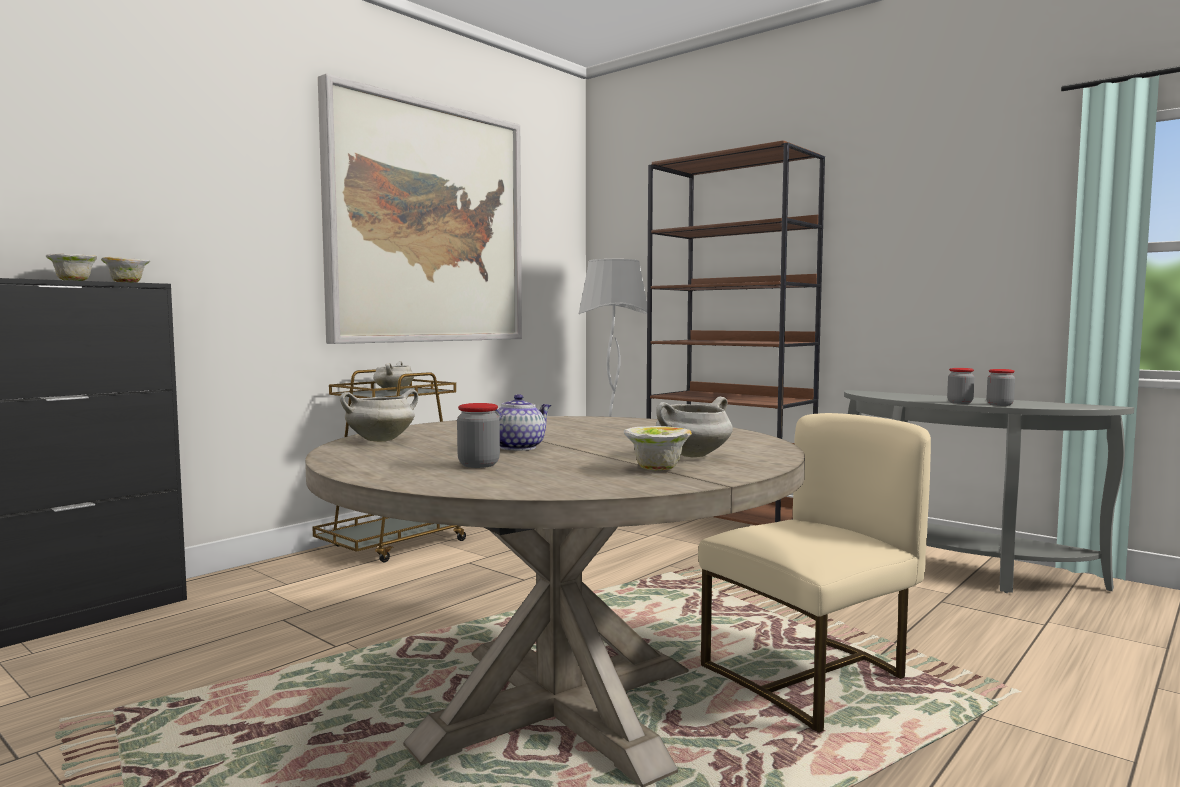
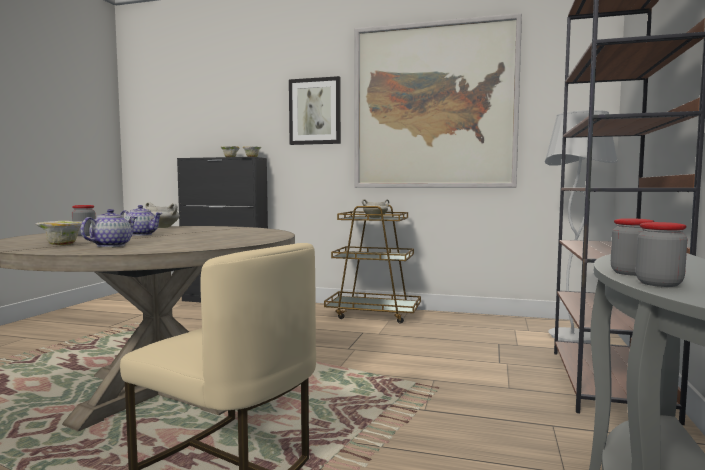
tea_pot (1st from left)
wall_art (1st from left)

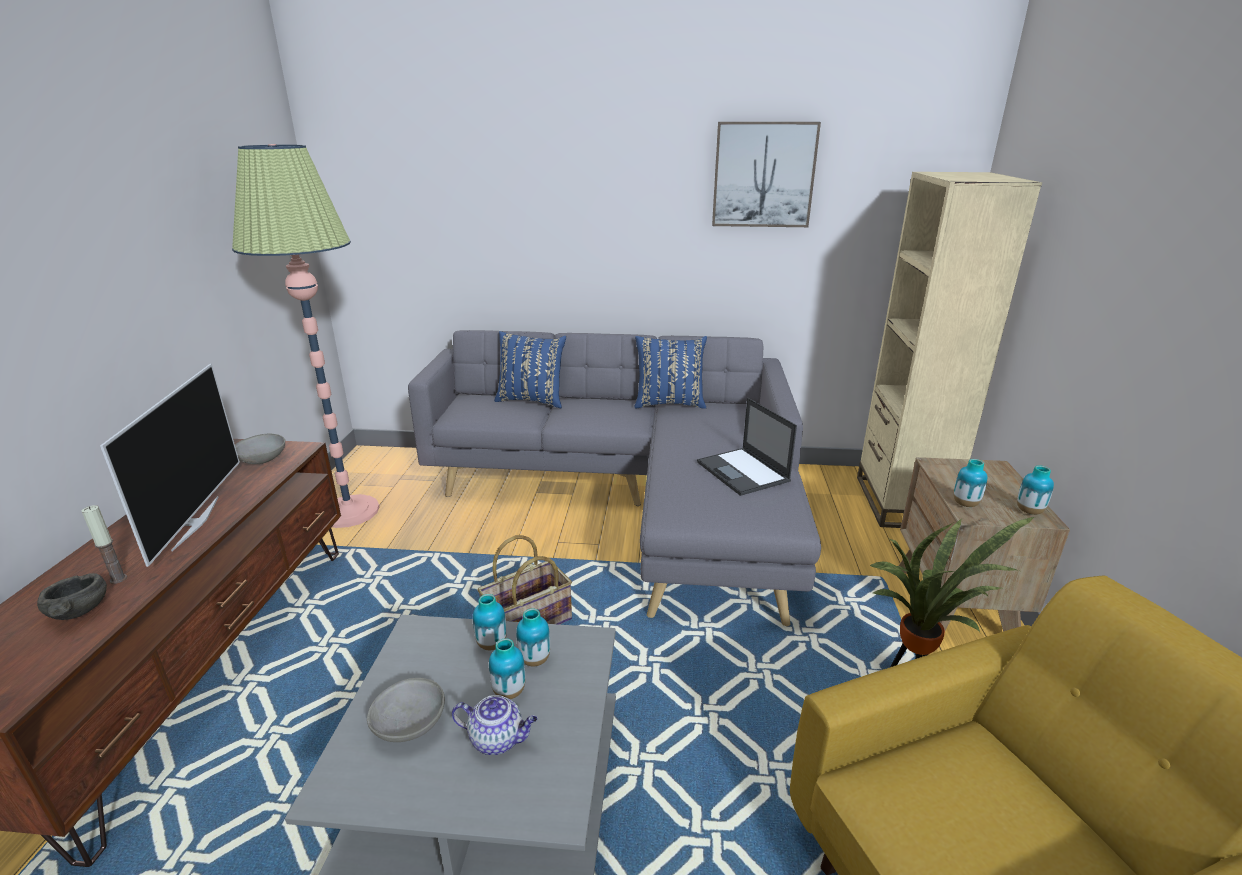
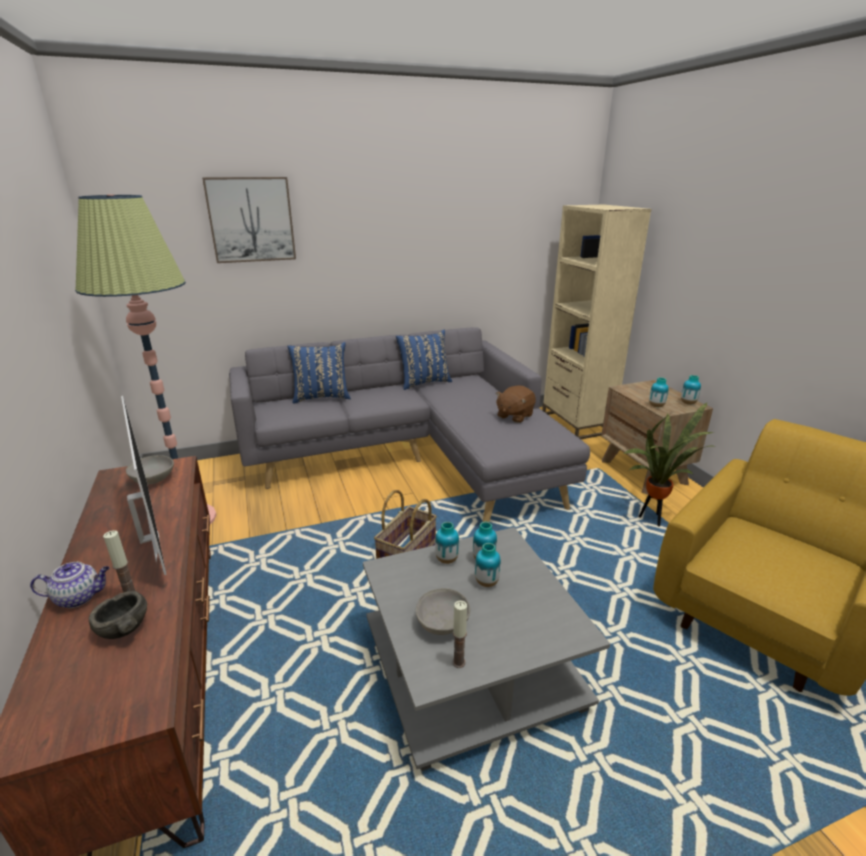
tea_pot
brown_plush_toy
wall_art
wax_light (2nd from left)

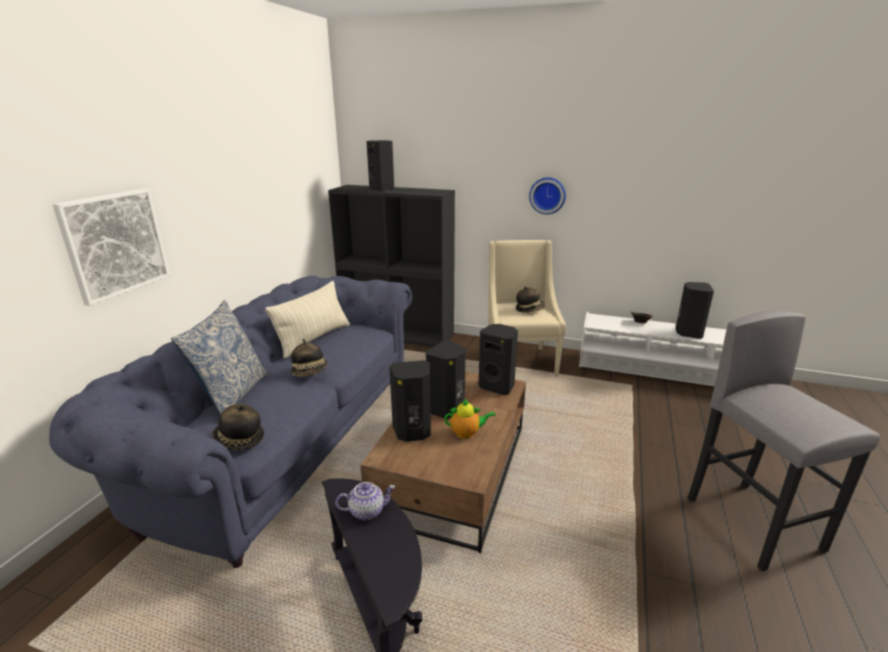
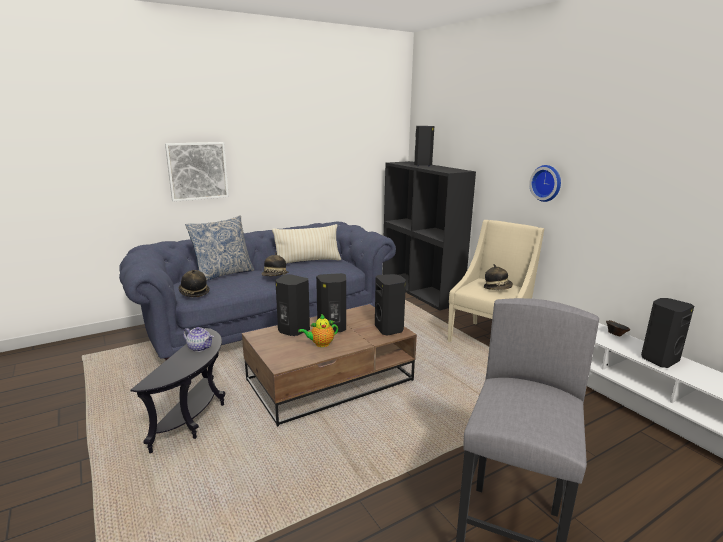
tea_pot (2nd from left)

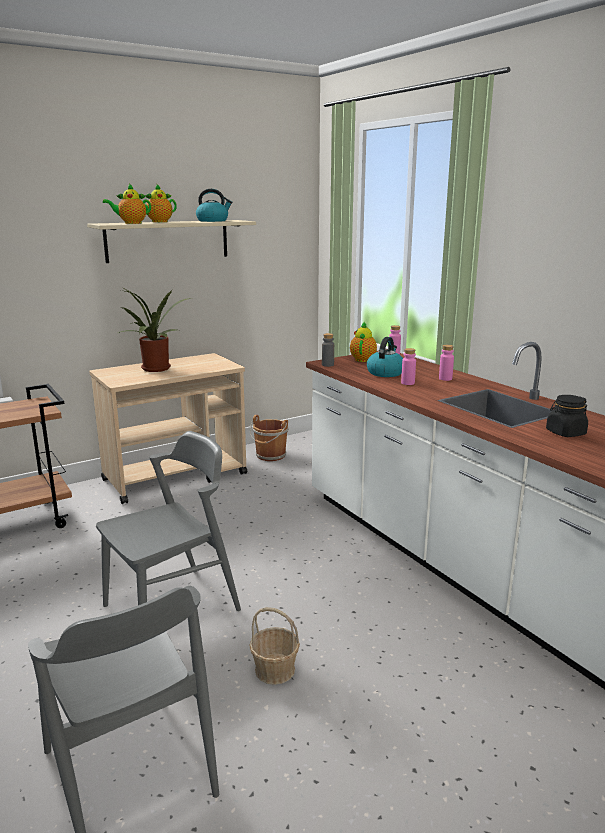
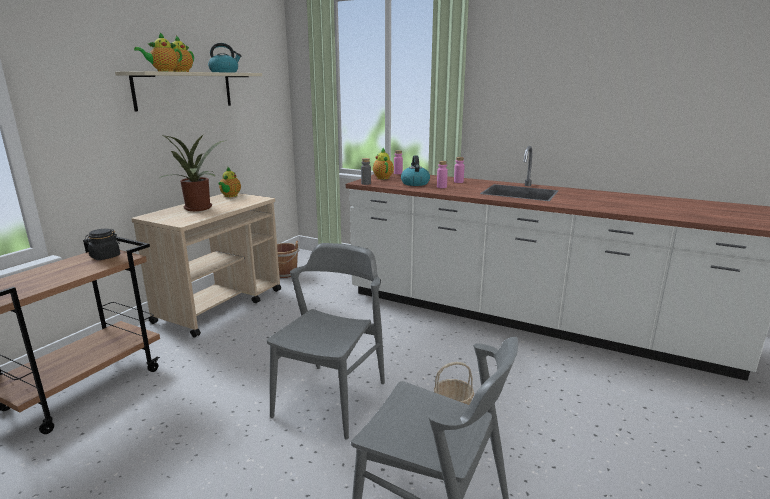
blackish_storage_jar
tea_pot (3rd from left)

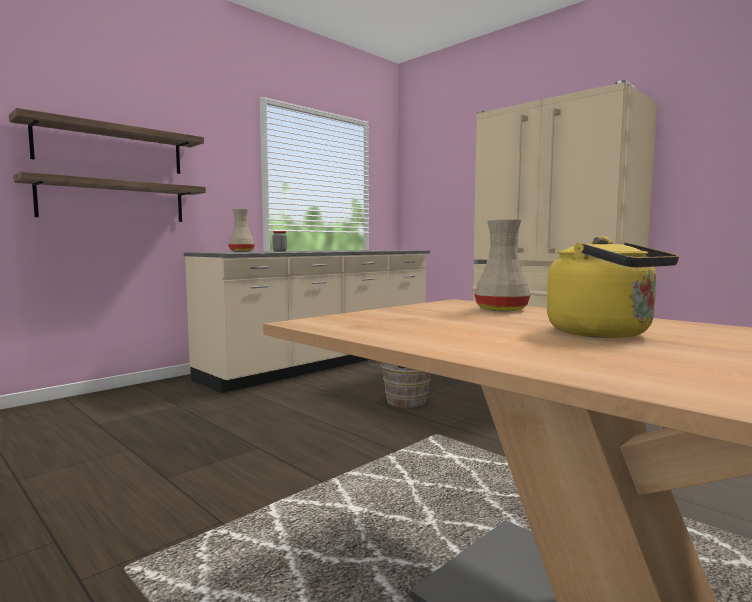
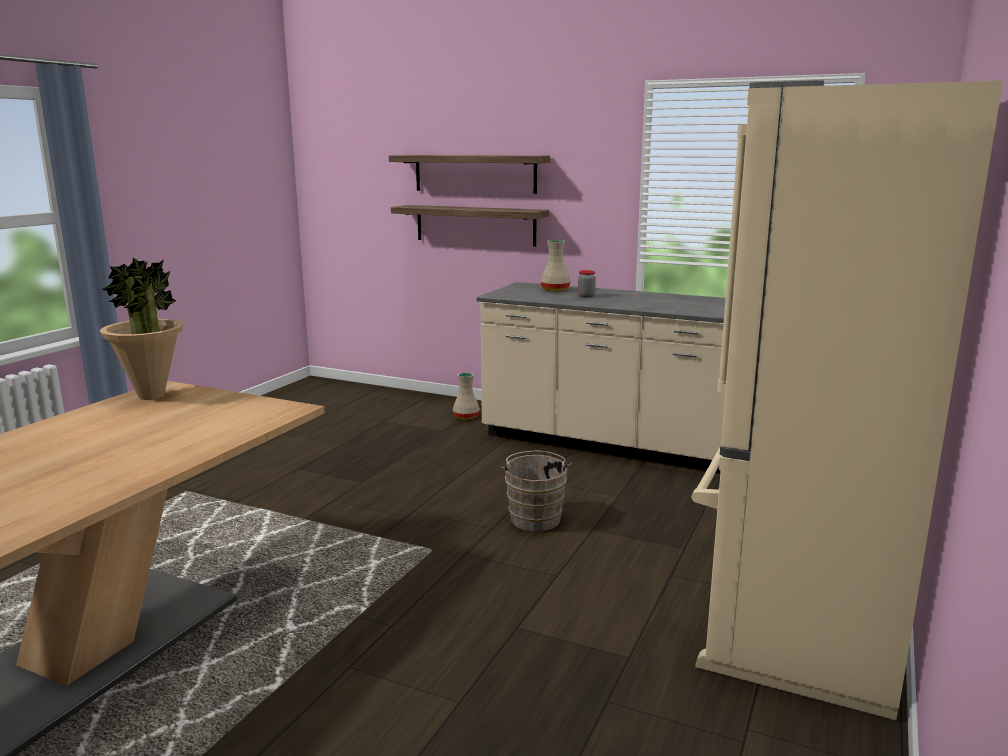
sand-coloured_decorative_vase (1st from left)
yellow_water_kettle
potted_plant

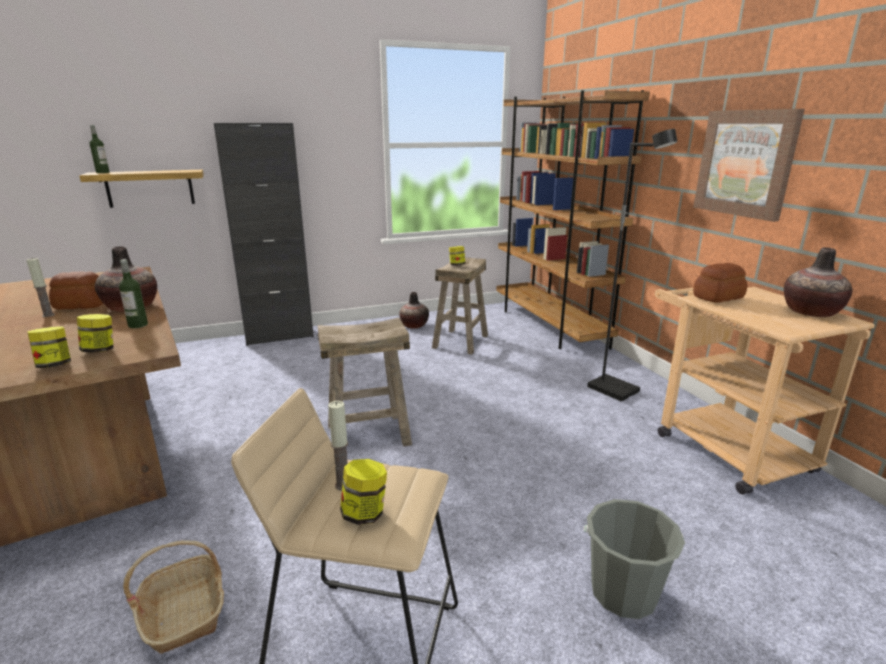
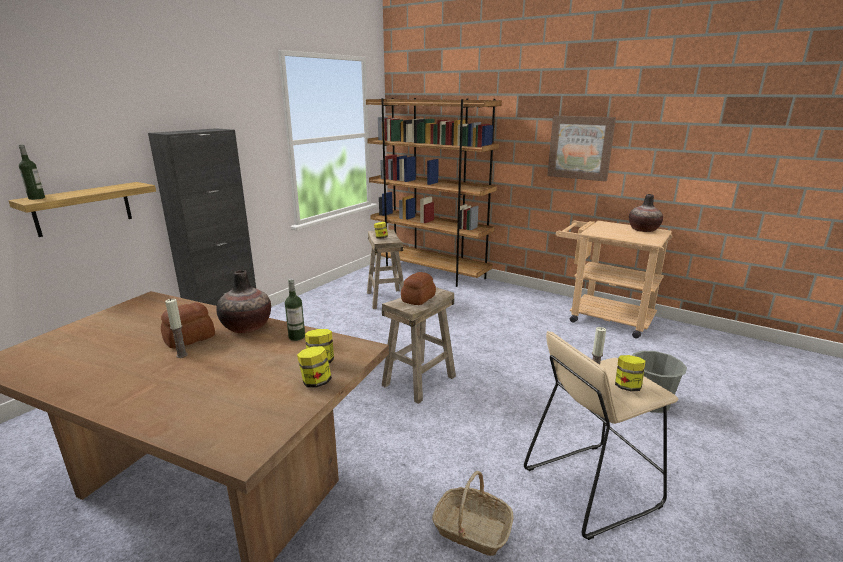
decorative_vase (2nd from left in the first image)
blackish_standard_lamp
baked_bread (2nd from left)

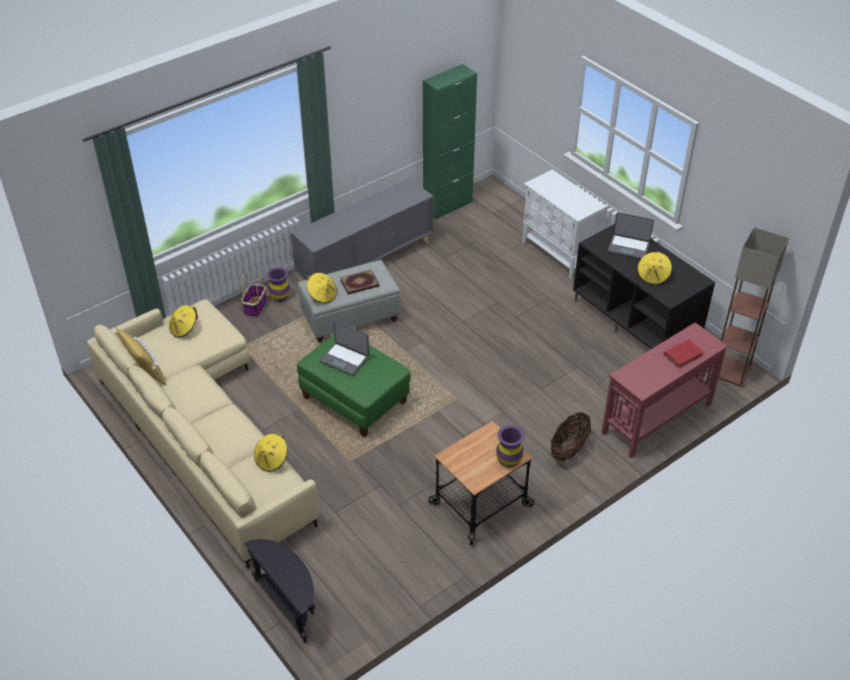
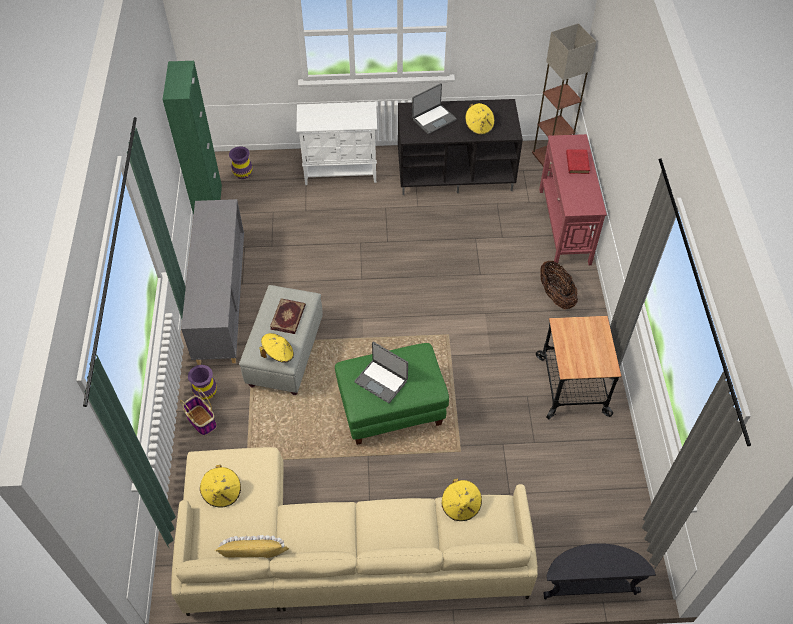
portable_computer (1st from left)
purple-coloured_decorative_vase (2nd from left)

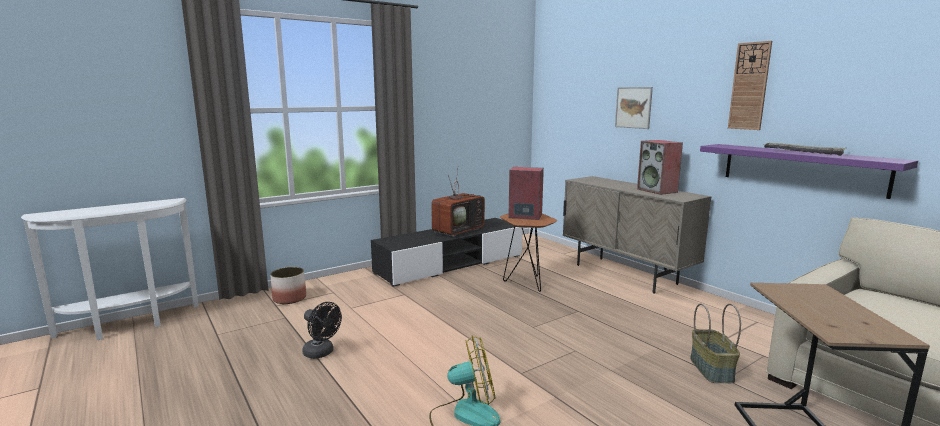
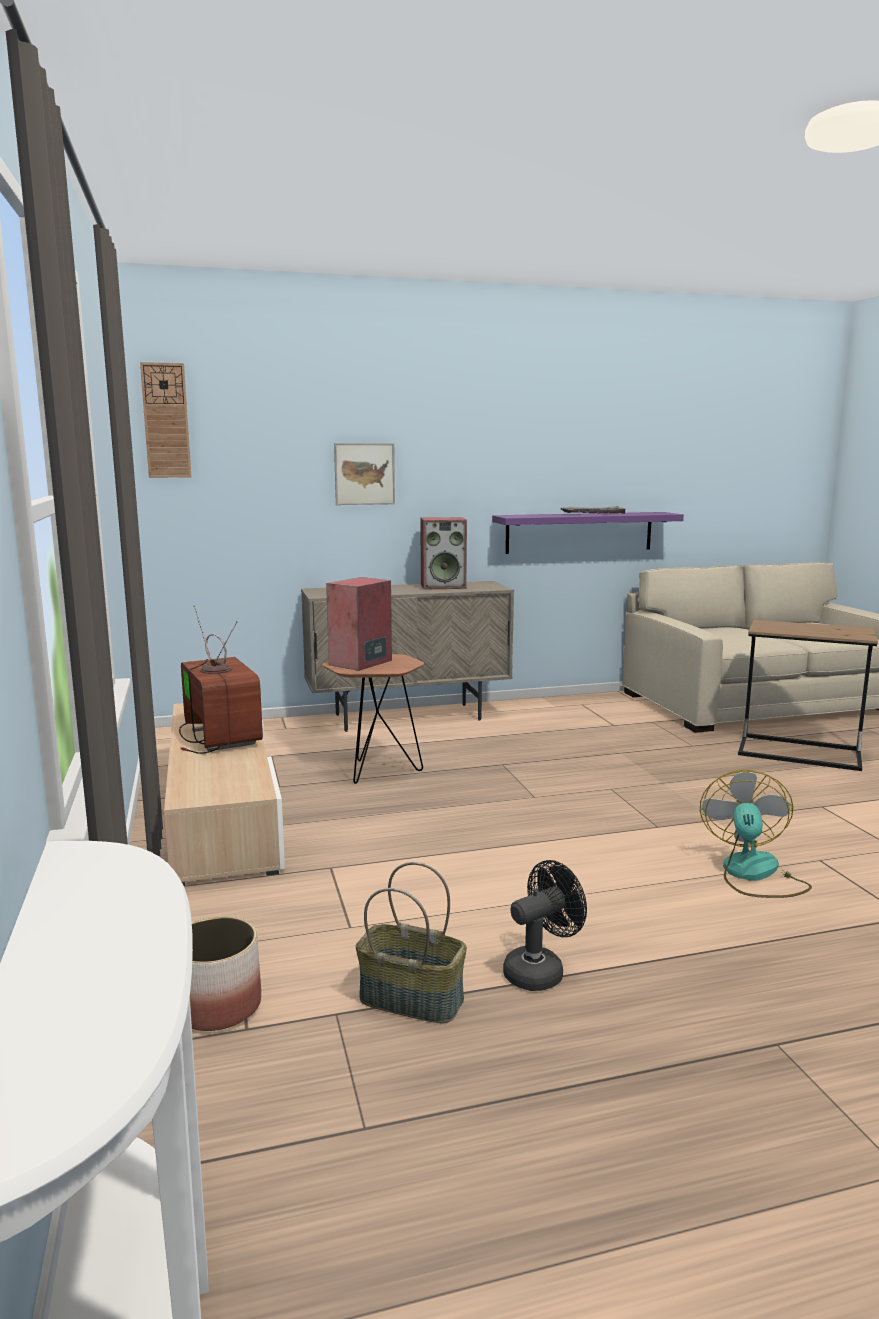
sand-coloured_tv_unit
storage_basket
hanging_clock

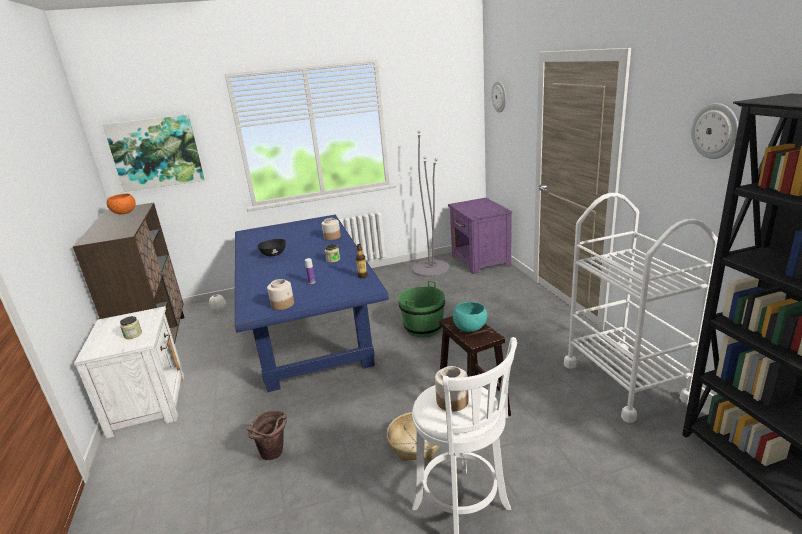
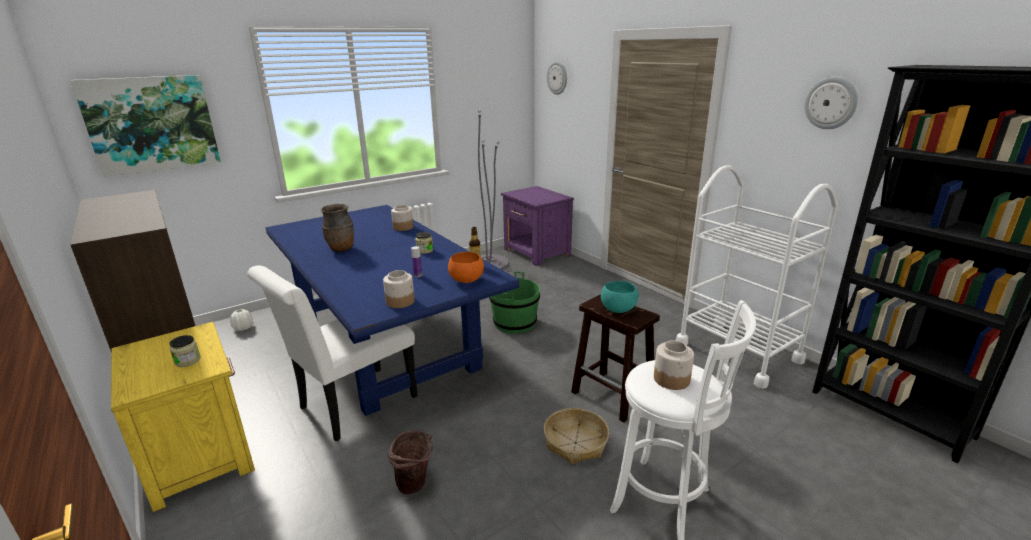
yellow_night_table
orange_bowl
brown_decorative_vase
white_chair

